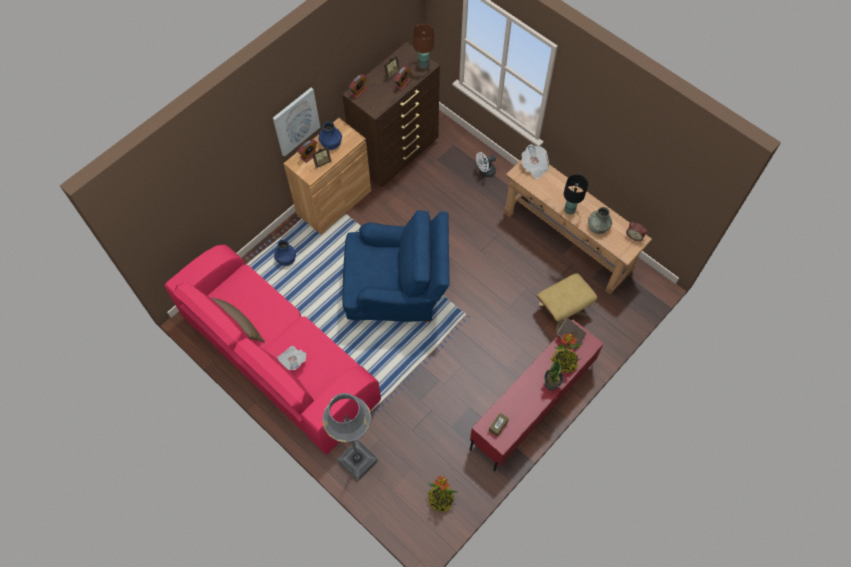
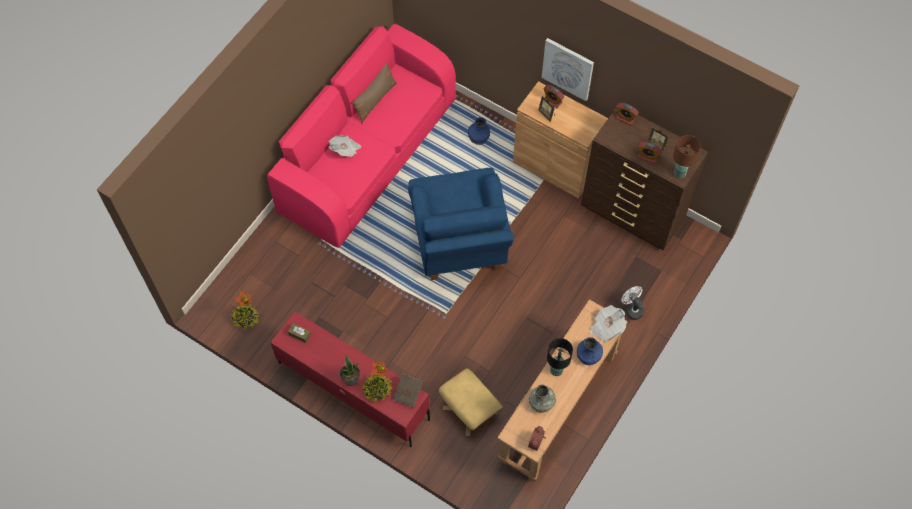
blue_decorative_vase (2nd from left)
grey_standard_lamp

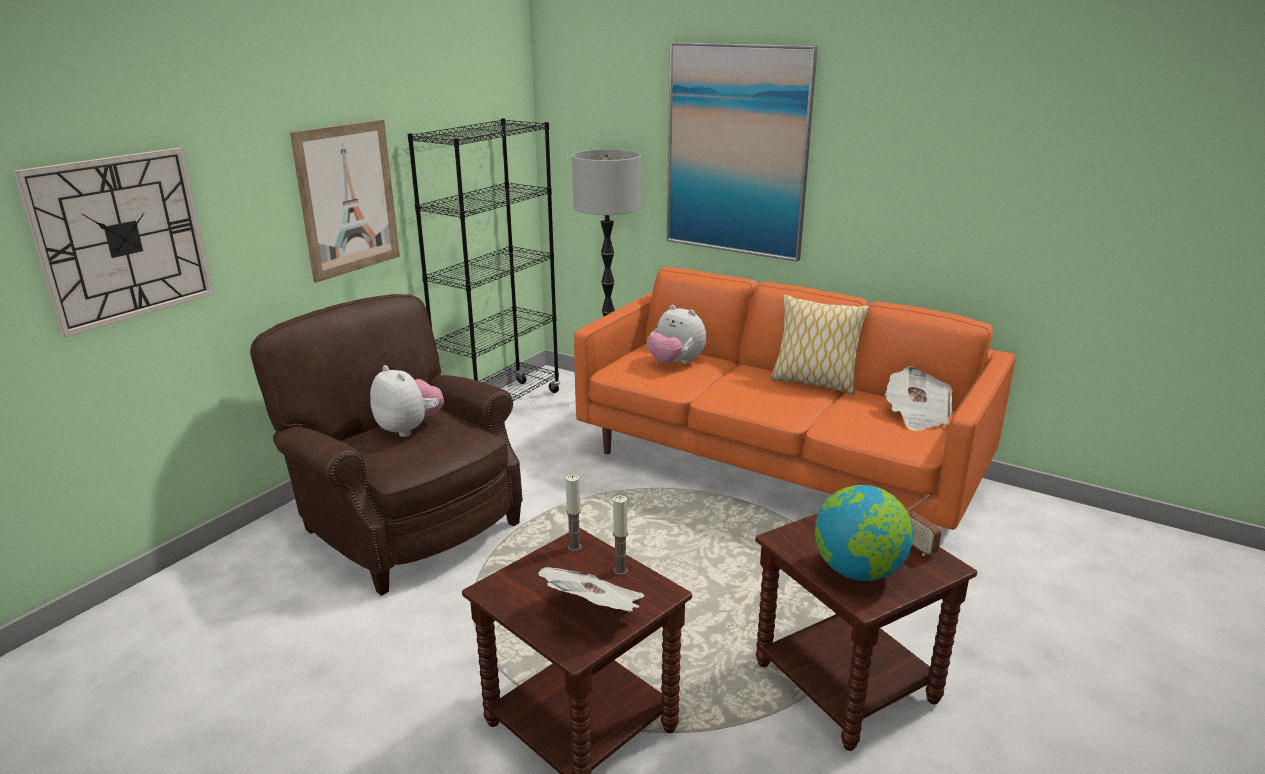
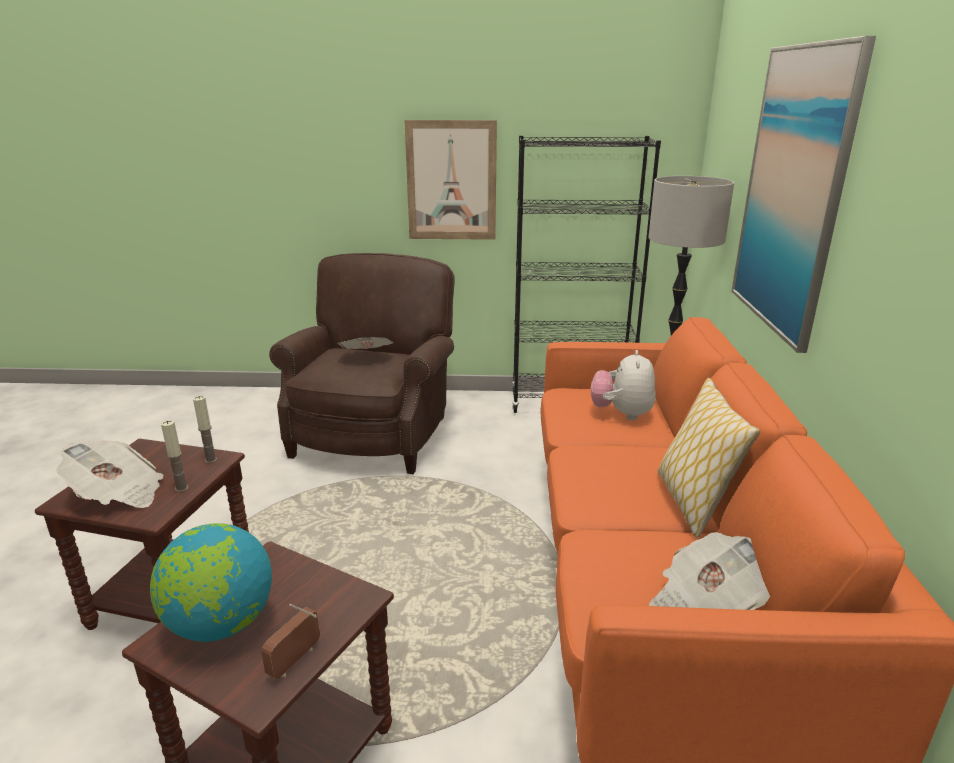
hanging_clock
daily_paper (2nd from left)

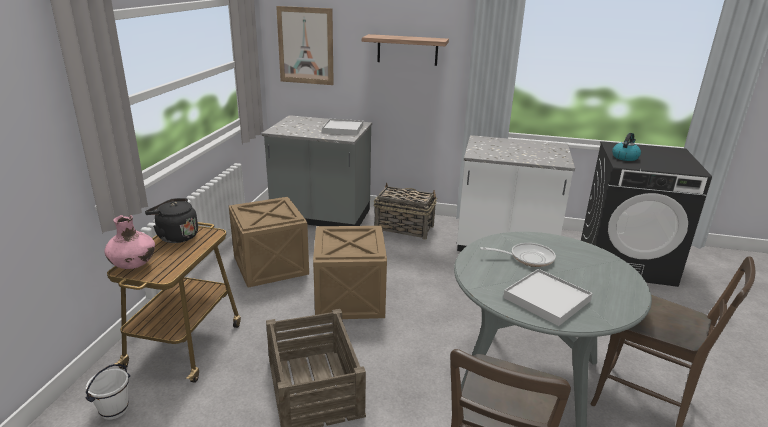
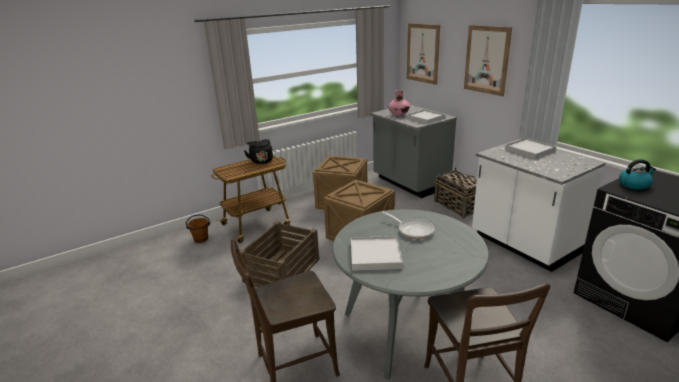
brown_water_bucket
pink_decorative_vase
wall_art (2nd from left)
white_carrying_tray (3rd from left)

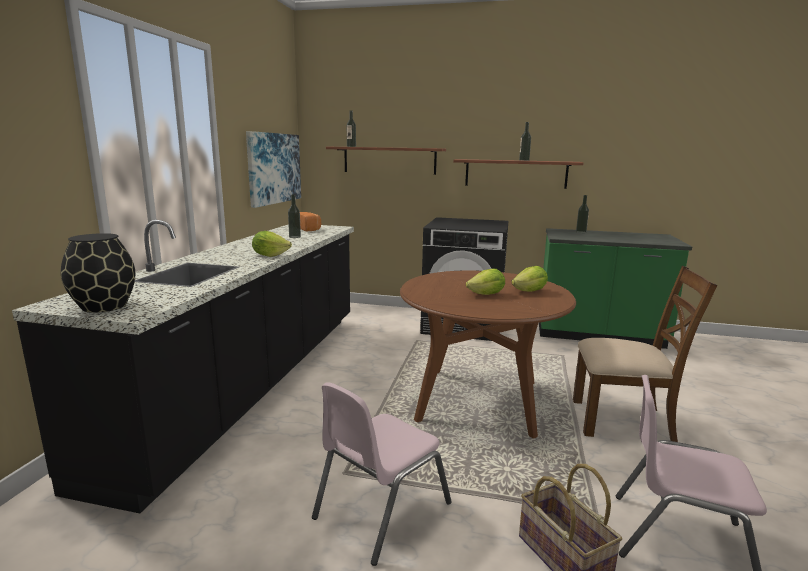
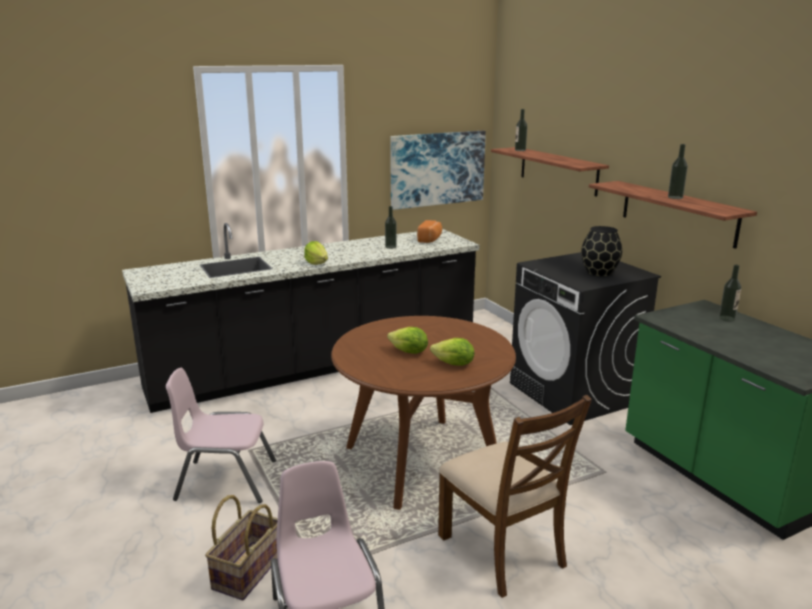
blackish_decorative_vase

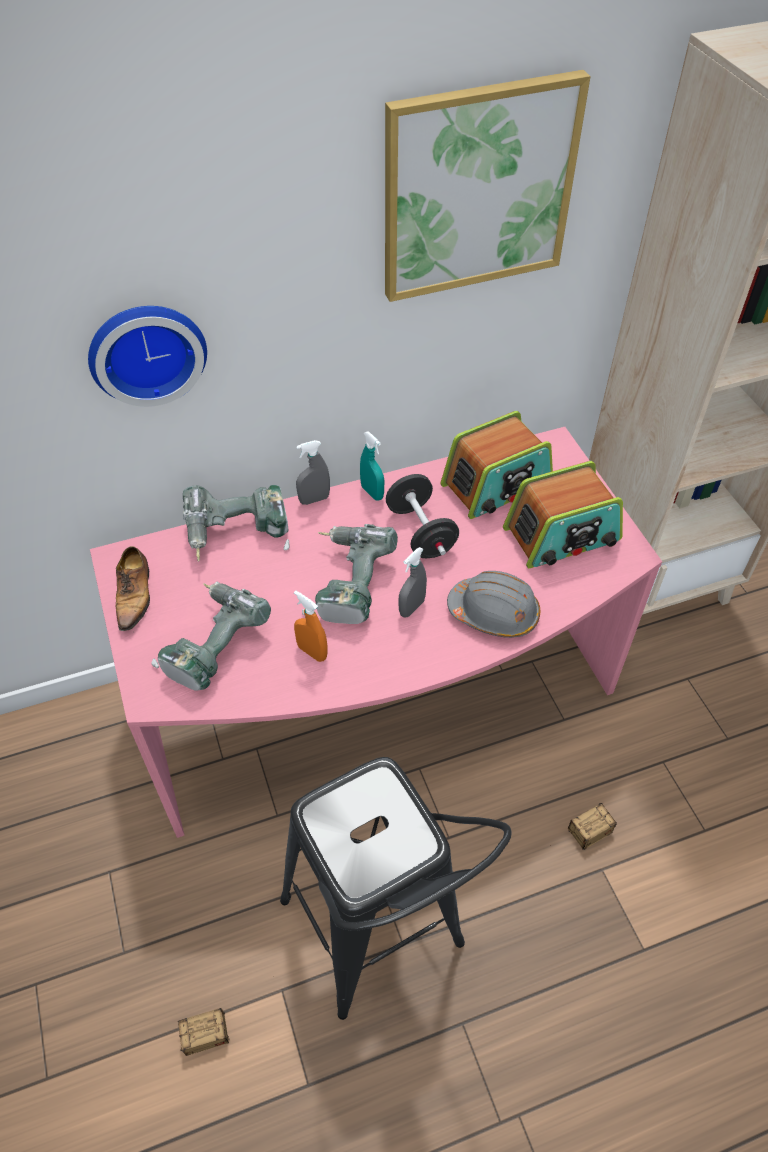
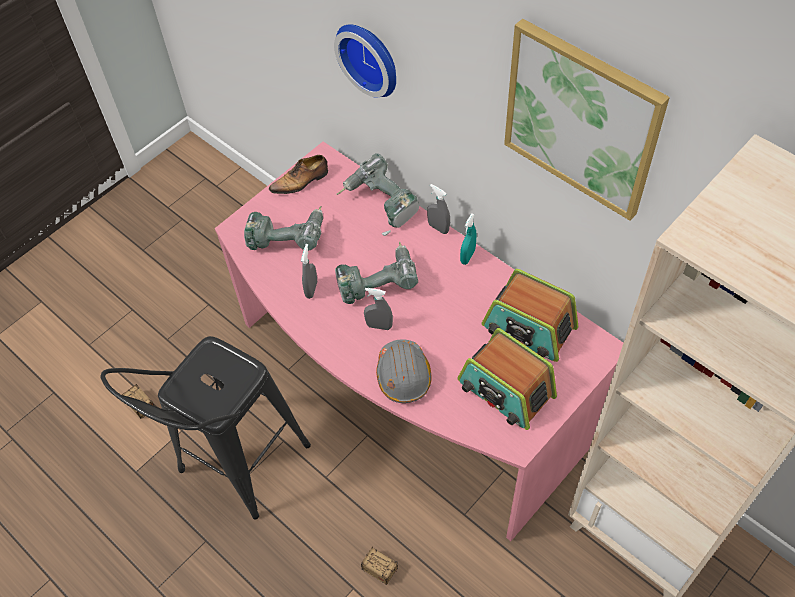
grey_spray_bottle (1st from left)
blackish_free_weight

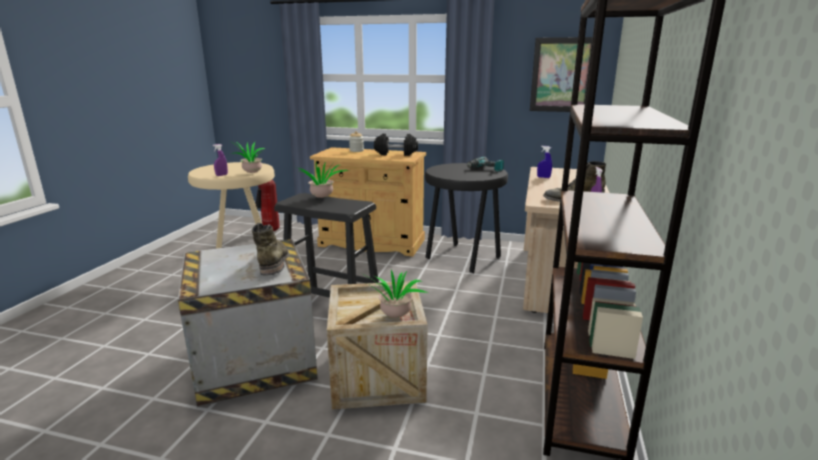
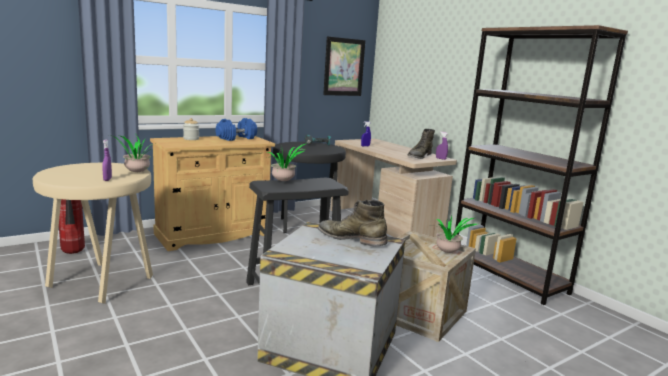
blue_free_weight

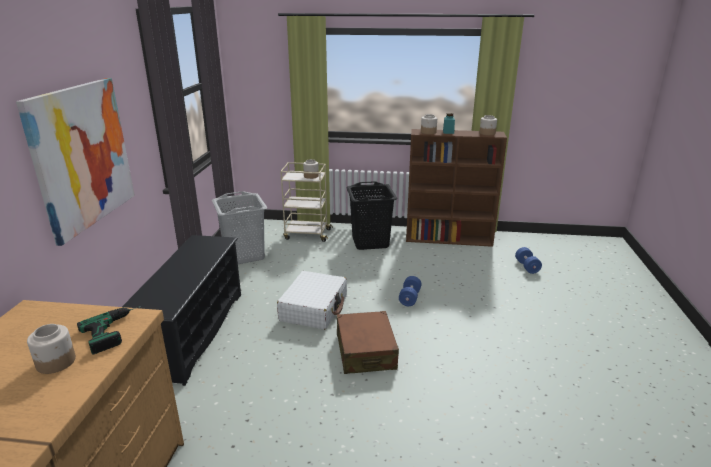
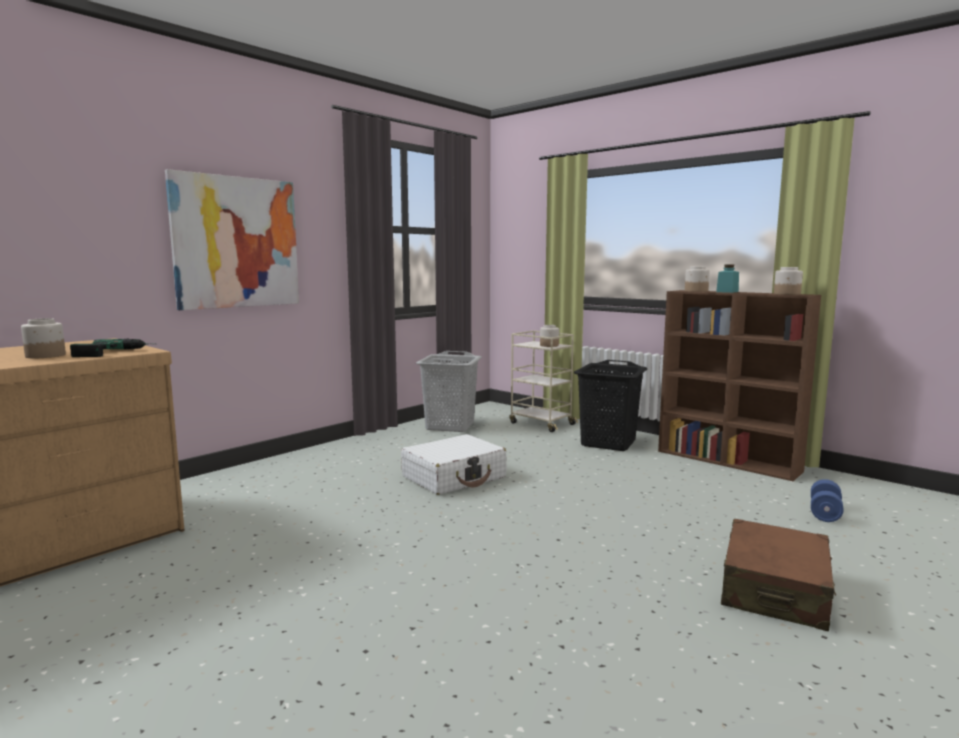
blackish_shoe_shelf
brown_piece_of_luggage
blue_free_weight (1st from left in the first image)

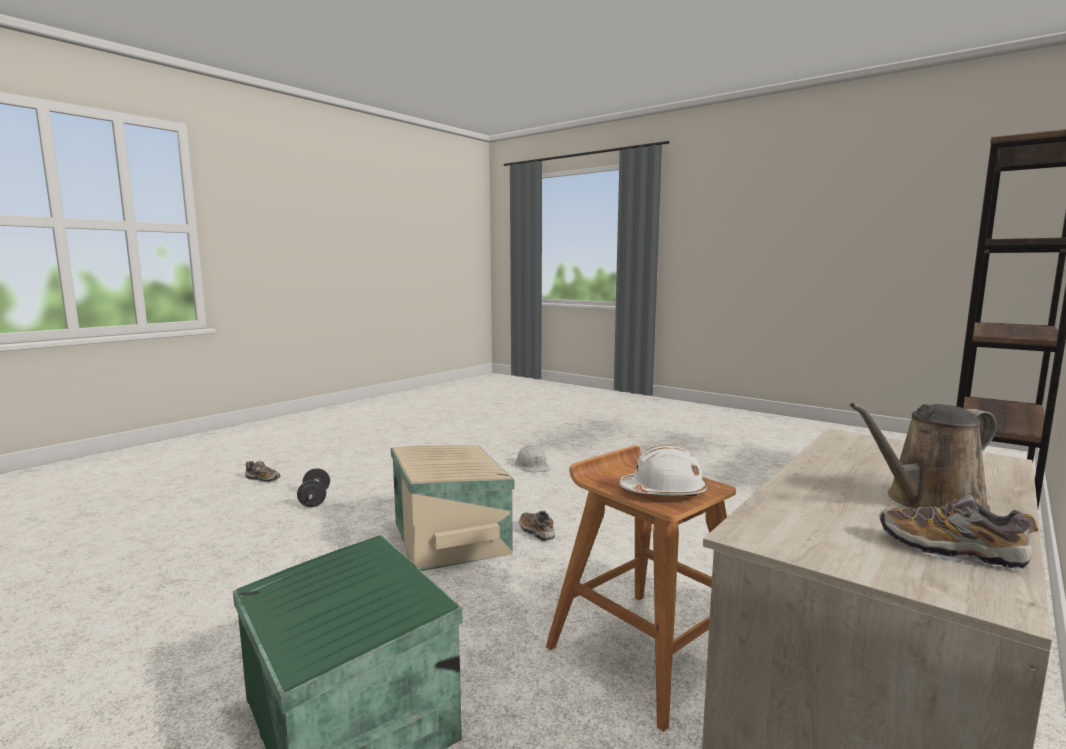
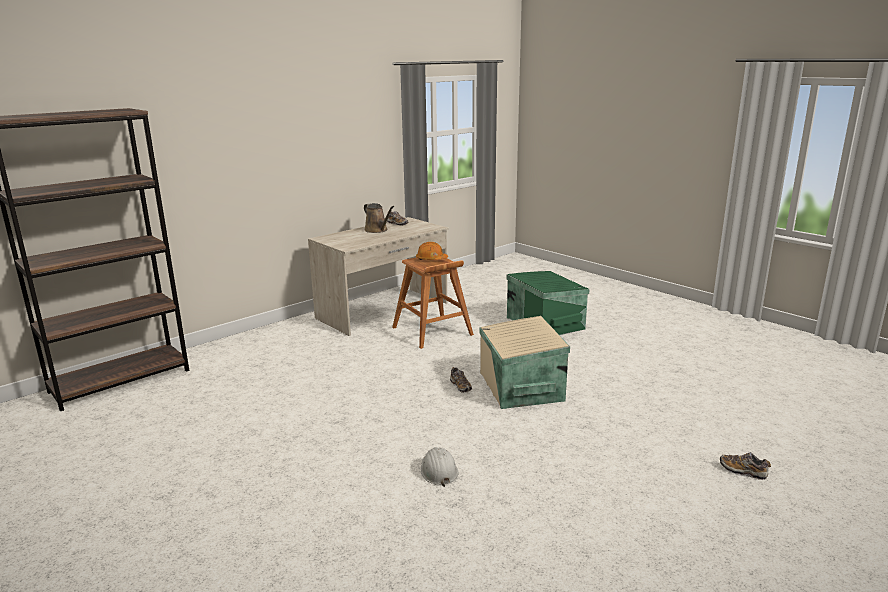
blackish_free_weight
orange_hard_hat
brown_sprinkling_can

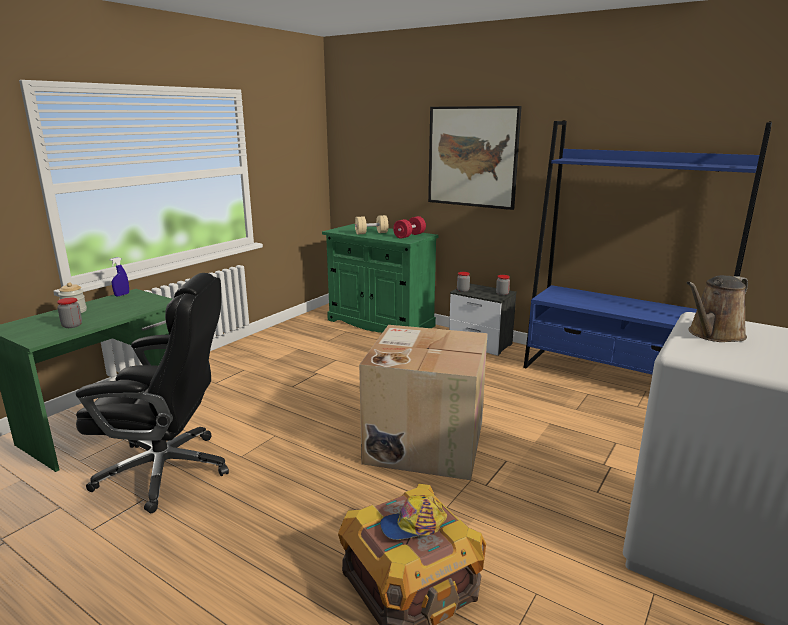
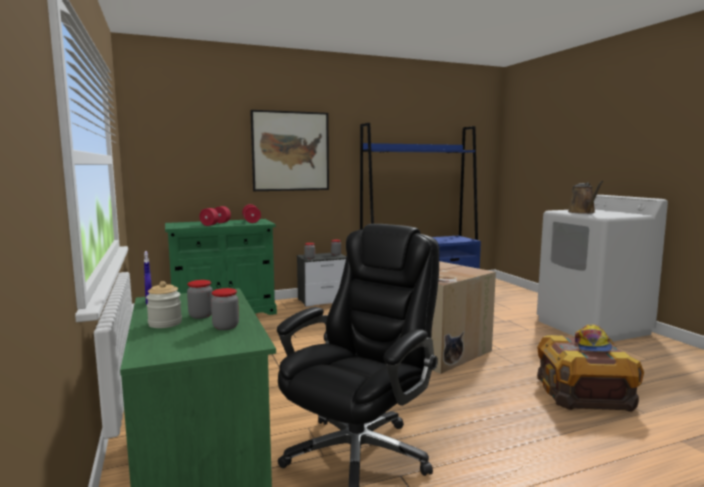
red_free_weight (1st from left)
storage_jar (2nd from left)

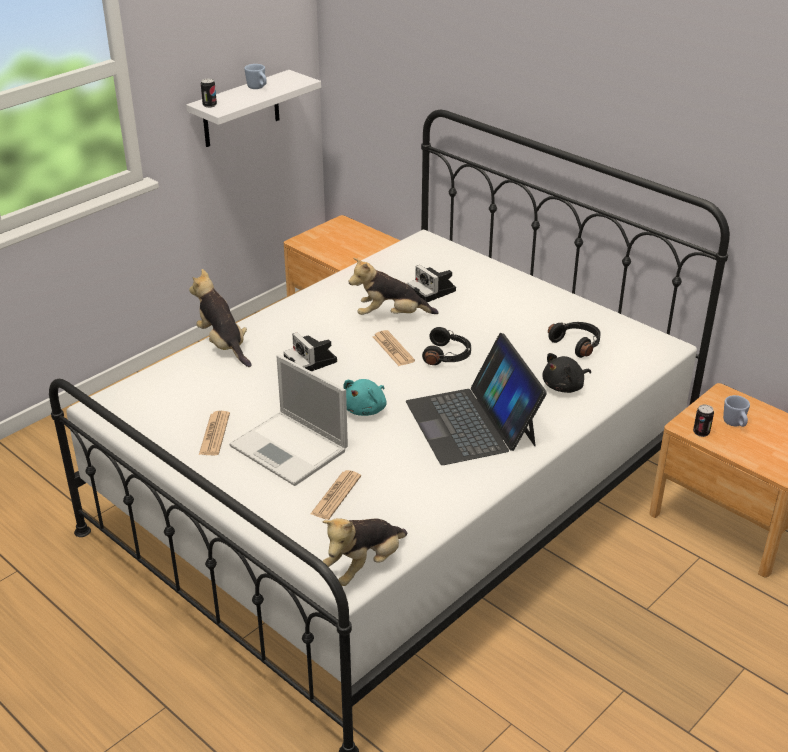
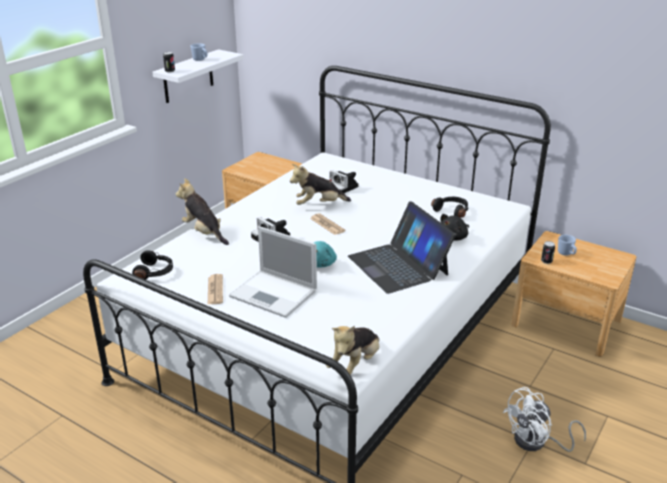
daily_paper (2nd from left in the first image)
blackish_headphones (1st from left)
white_cooling_fan

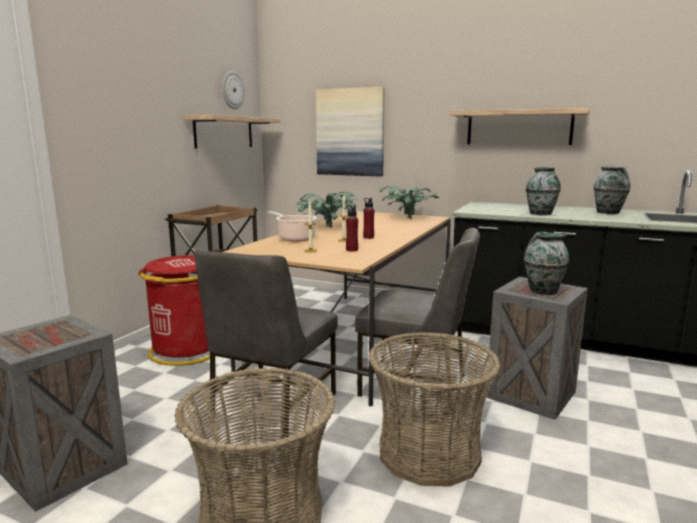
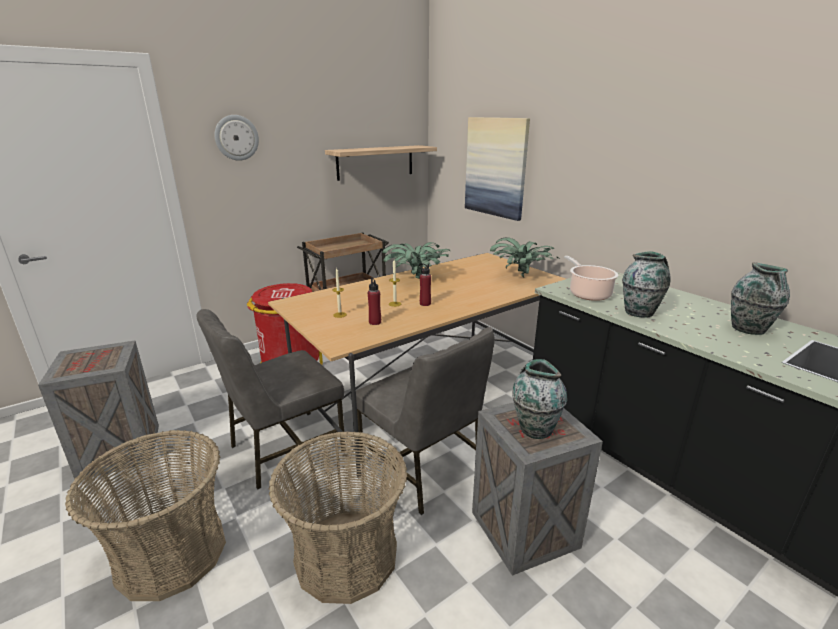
hanging_clock
cooking_pot
wall_shelf (2nd from left in the first image)

